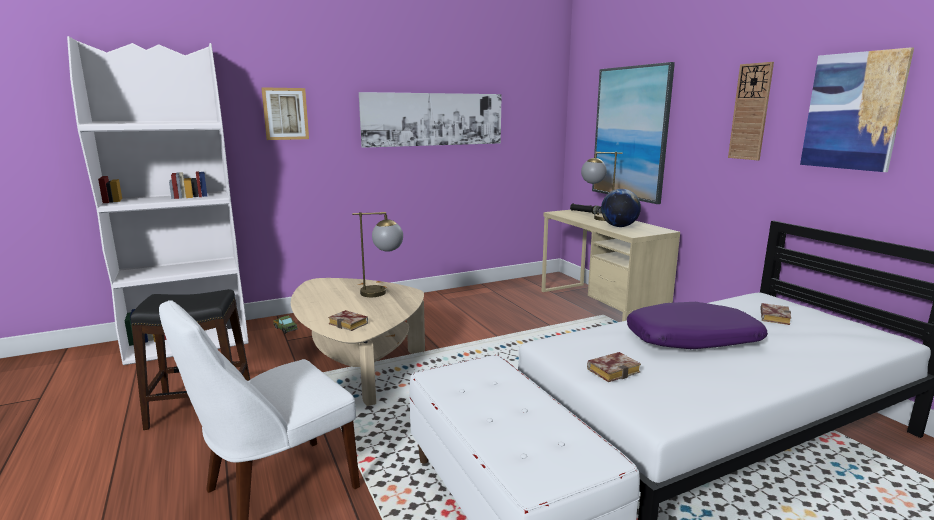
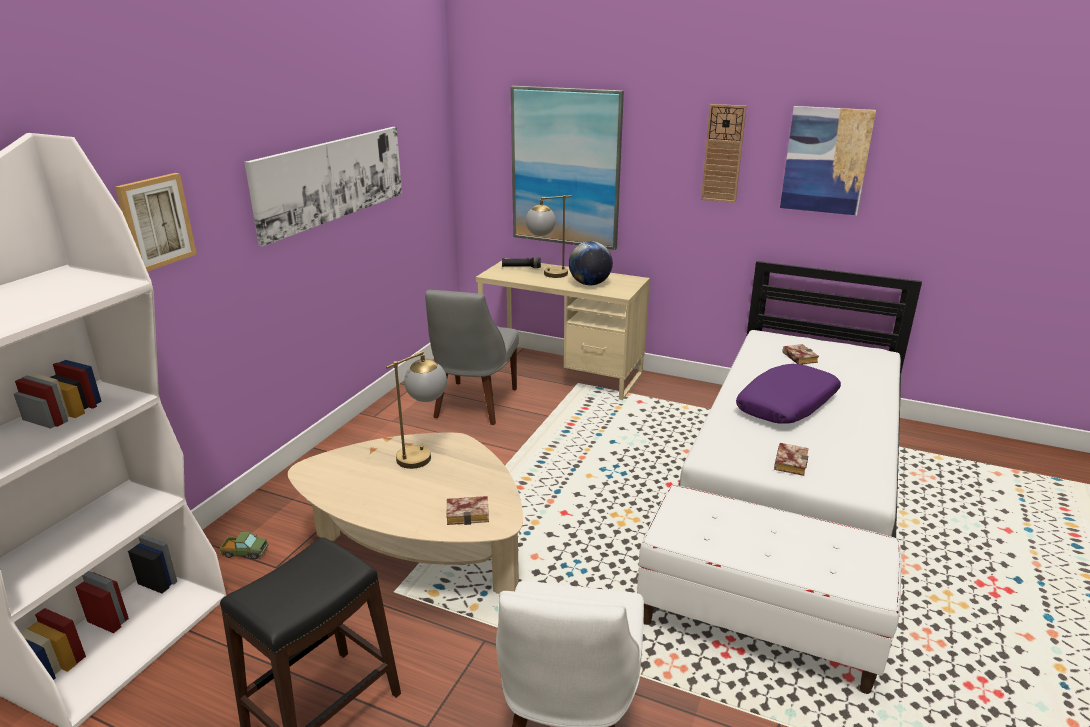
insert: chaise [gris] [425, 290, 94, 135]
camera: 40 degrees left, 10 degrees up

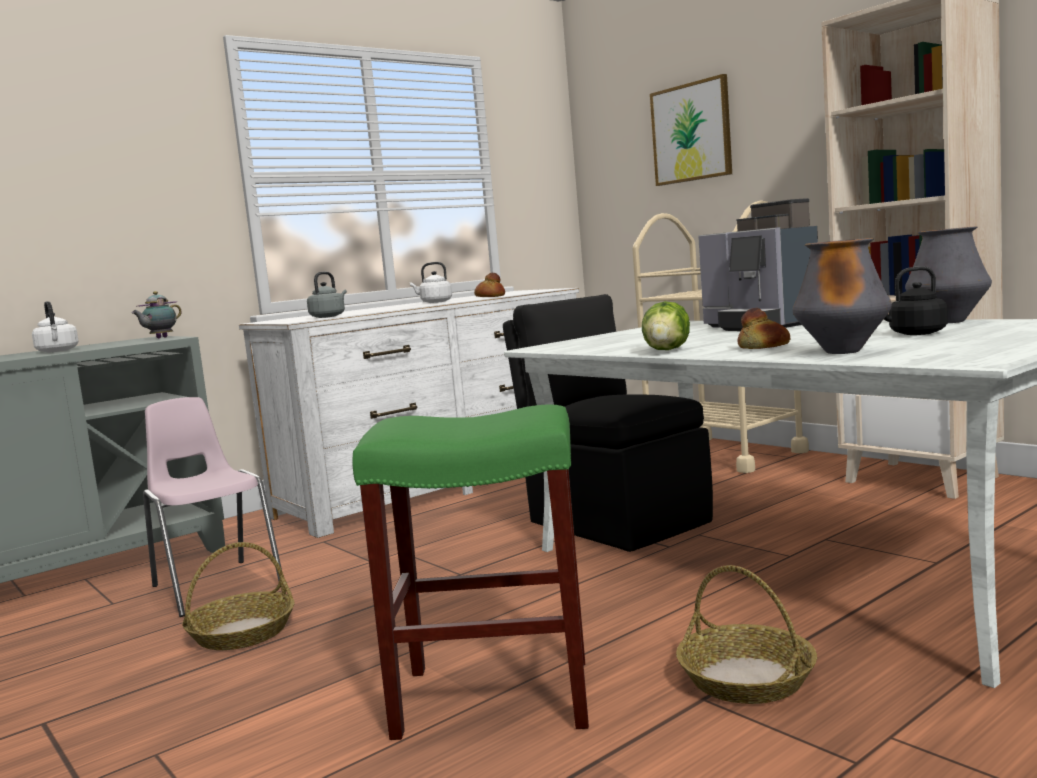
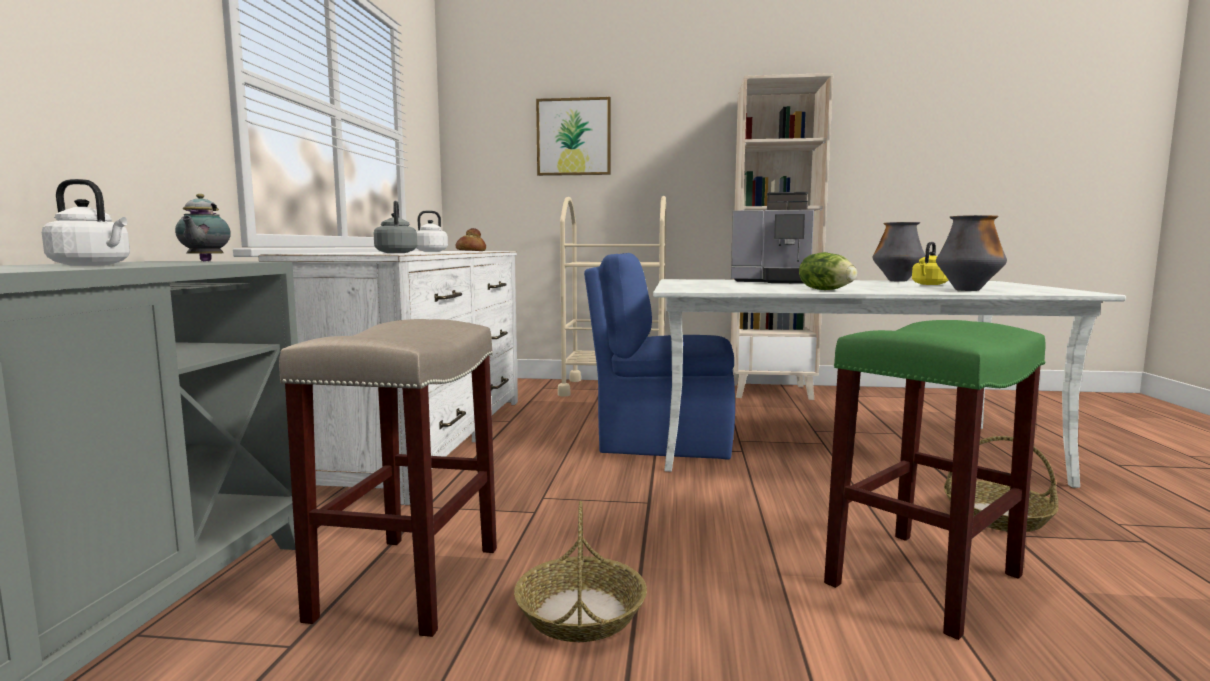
delete: pain [738, 308, 53, 41]
replace: chaise [rose] [143, 397, 139, 220] to tabouret [beige] [279, 319, 218, 318]
recolor: chaise [noir] [503, 294, 210, 258] to chaise [bleu] [584, 253, 151, 207]; bouilloire [noir] [884, 266, 64, 69] to bouilloire [jaune] [912, 242, 36, 43]
camera: 45 degrees left, 0 degrees up

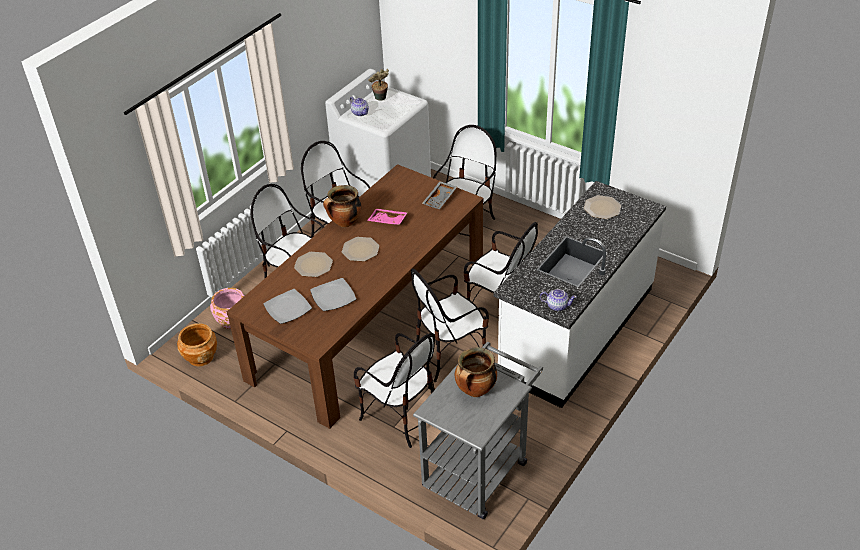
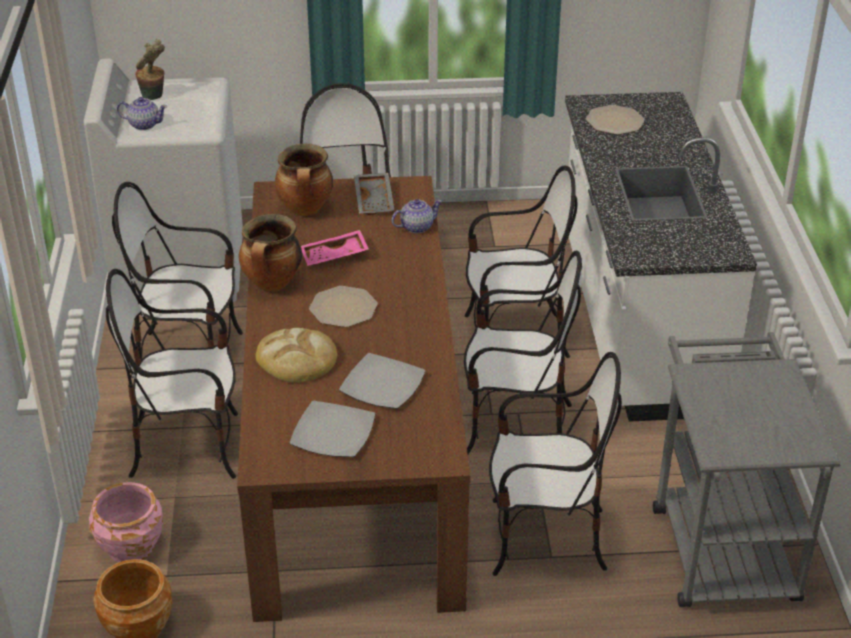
move: marmite [455, 347, 42, 50] to [275, 144, 58, 72]; théière [540, 289, 37, 22] to [392, 199, 50, 34]
replace: assiette [294, 252, 39, 25] to pain [256, 328, 81, 55]
rotate: chaise [411, 269, 78, 113] = [464, 250, 118, 205] 105 degrees counterclockwise
camera: 40 degrees left, 5 degrees down

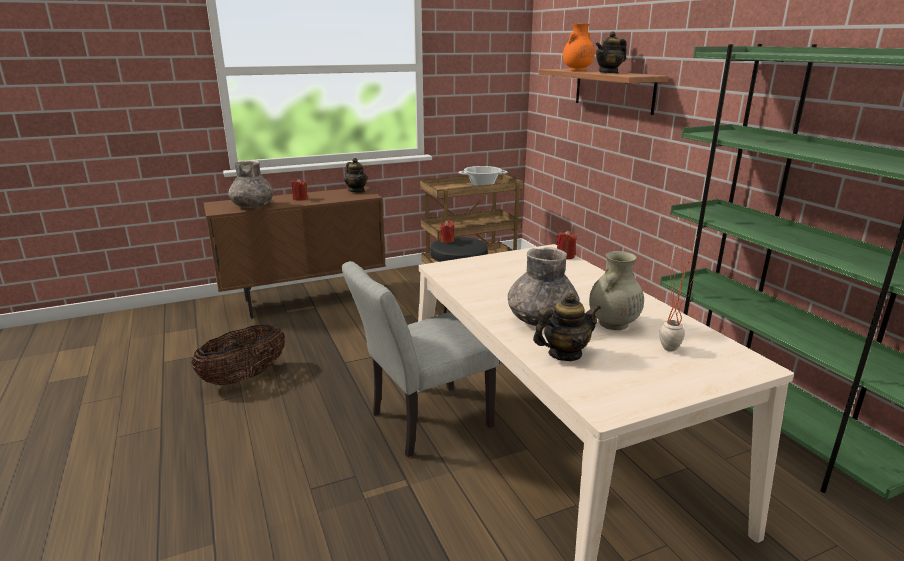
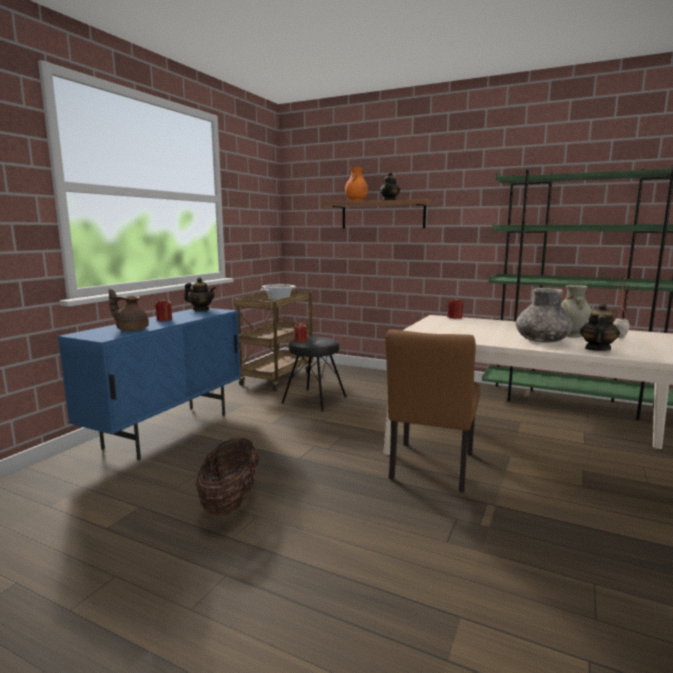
replace: vase [gris] [228, 160, 45, 48] to théière [marron] [109, 289, 40, 42]
recolor: meuble de rangement [marron] [204, 187, 182, 132] to meuble de rangement [bleu] [58, 308, 183, 153]; chaise [gris] [342, 261, 157, 196] to chaise [marron] [385, 330, 95, 162]
camera: 40 degrees left, 10 degrees down

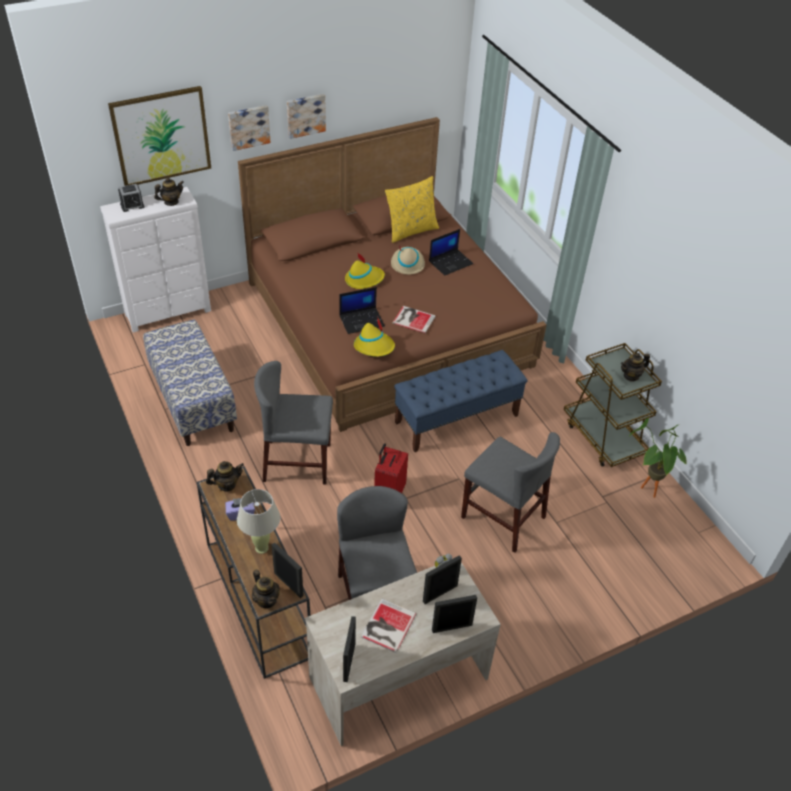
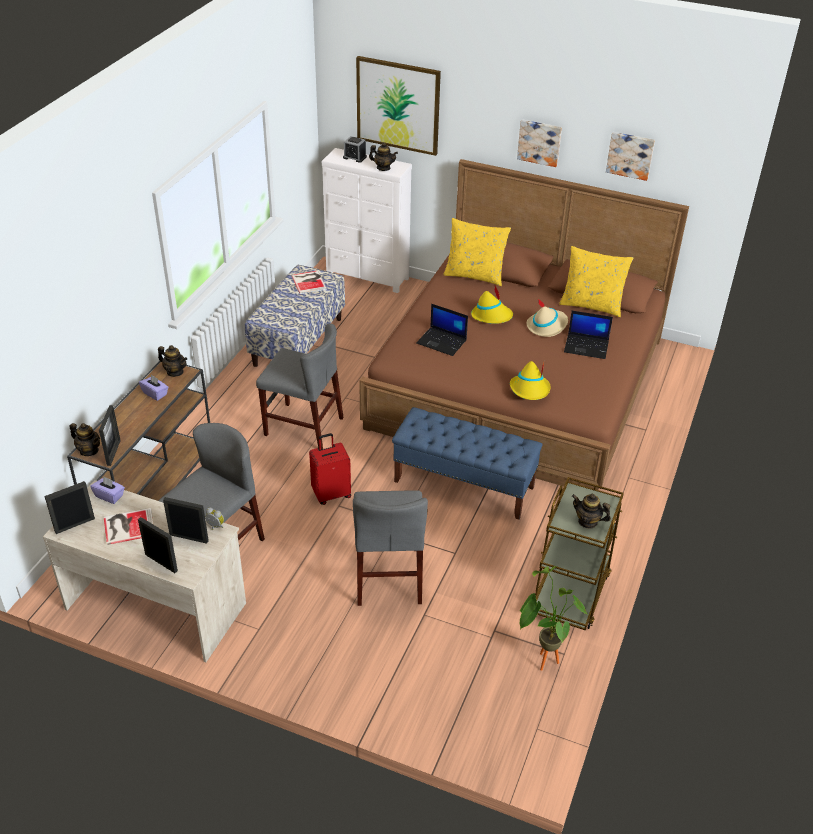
delete: lampe de table [beige] [237, 489, 43, 65]
insert: boîte à mouchoirs [violet] [90, 476, 35, 28]; coussin [jaune] [443, 218, 68, 68]
move: tableau [228, 105, 42, 46] to [606, 132, 49, 49]; chapeau [jaune] [354, 316, 41, 41] to [510, 361, 40, 39]; livre [392, 306, 44, 27] to [291, 270, 36, 24]
rotate: théière [252, 569, 28, 39] = [69, 423, 31, 33] 75 degrees counterclockwise; chaise [gris] [254, 361, 79, 124] = [256, 323, 88, 127] 150 degrees clockwise
camera: 50 degrees right, 5 degrees down

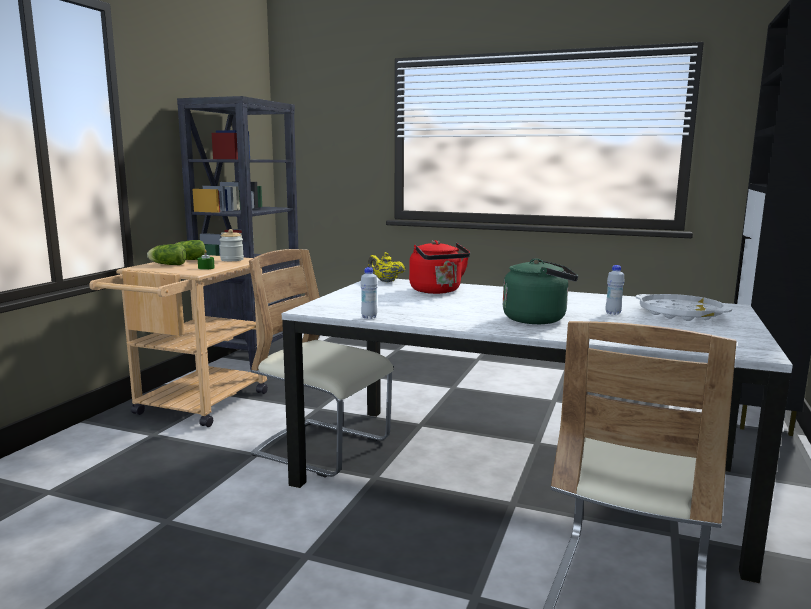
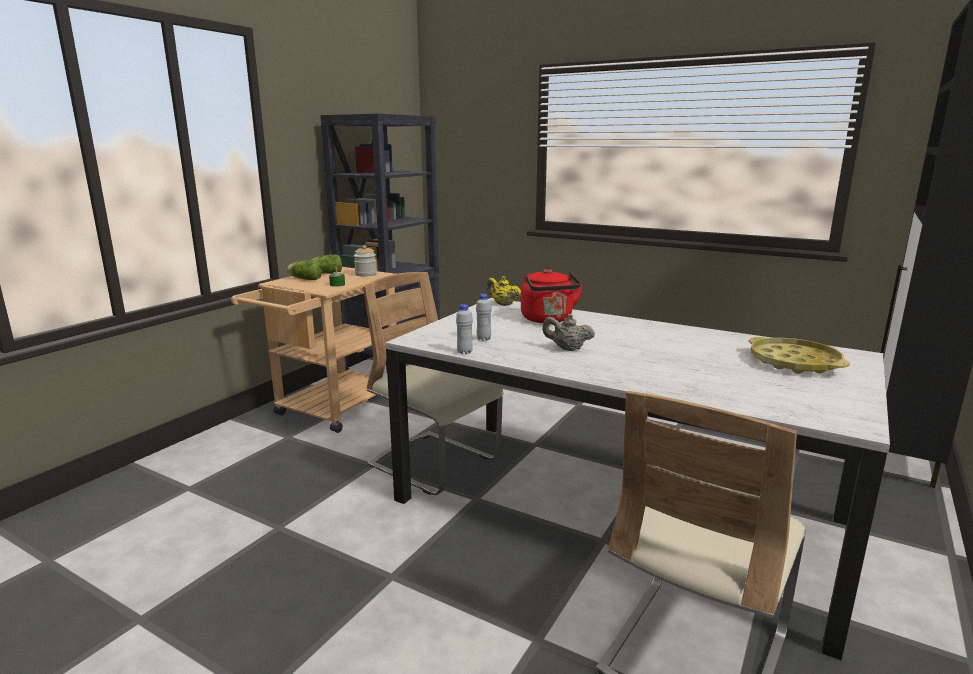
delete: bouilloire [vert] [503, 258, 75, 66]
insert: théière [beige] [542, 314, 53, 37]
move: bouteille [blanc] [606, 265, 19, 50] to [476, 293, 16, 48]
recolor: plateau [blanc] [636, 294, 96, 27] to plateau [jaune] [749, 337, 101, 37]
camera: 10 degrees right, 5 degrees up

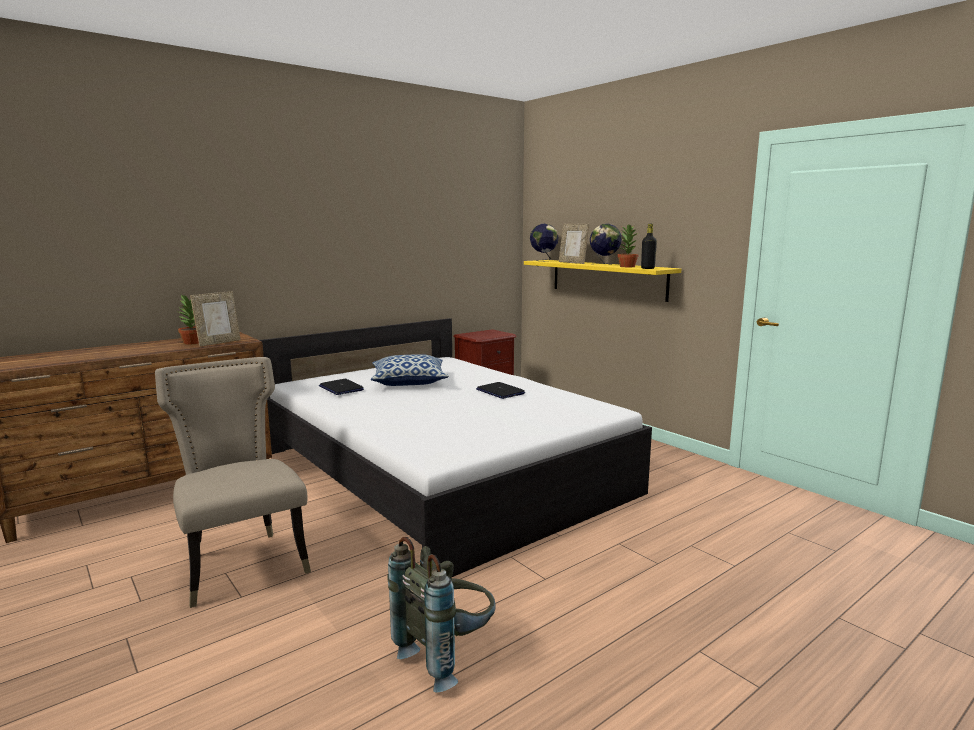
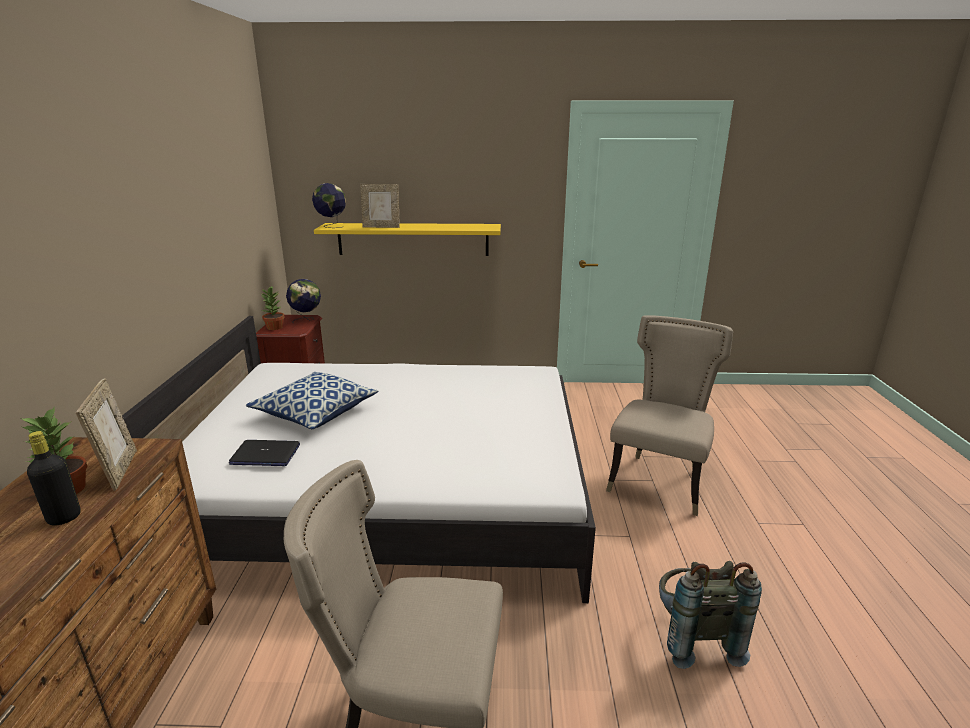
delete: ordinateur portable [476, 382, 49, 17]
insert: chaise [beige] [606, 315, 127, 201]
move: globe [590, 224, 32, 41] to [286, 279, 35, 44]; plante en pot [618, 225, 20, 42] to [262, 286, 23, 44]; bouteille [noir] [641, 224, 16, 45] to [27, 431, 54, 95]
camera: 50 degrees left, 10 degrees up

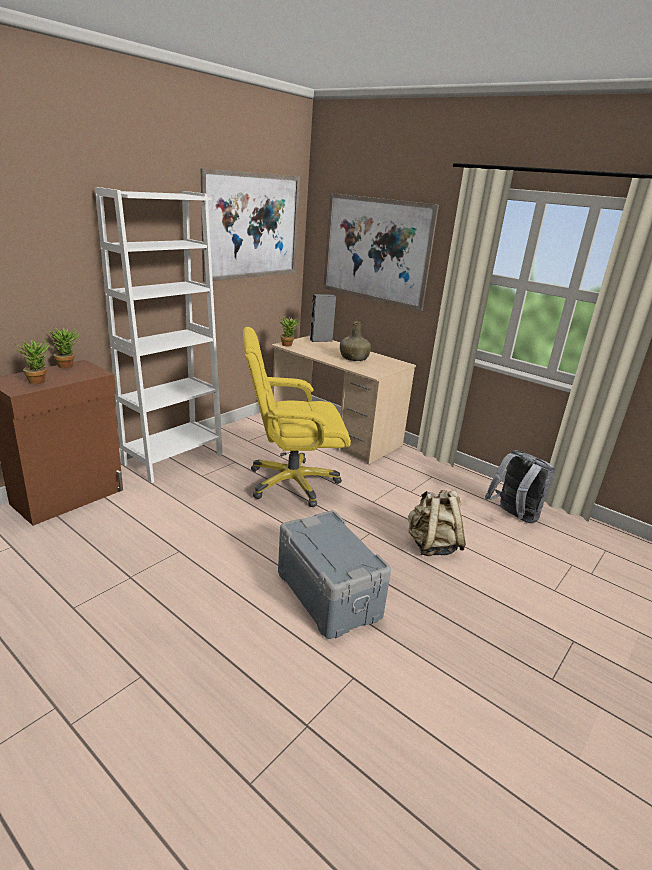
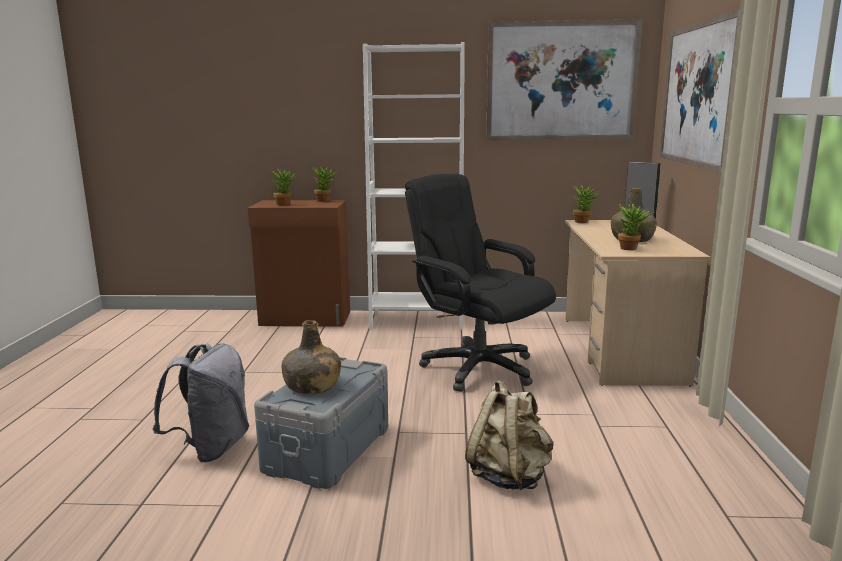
insert: bouteille [vert] [282, 320, 59, 74]; plante en pot [618, 204, 37, 46]
move: sac à dos [gris] [485, 450, 70, 74] to [153, 343, 96, 120]
recolor: chaise de bureau [jaune] [243, 327, 108, 180] to chaise de bureau [noir] [405, 174, 151, 218]
camera: 55 degrees right, 10 degrees down

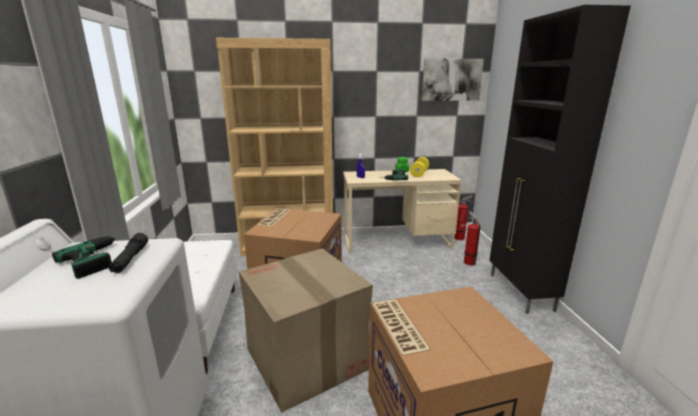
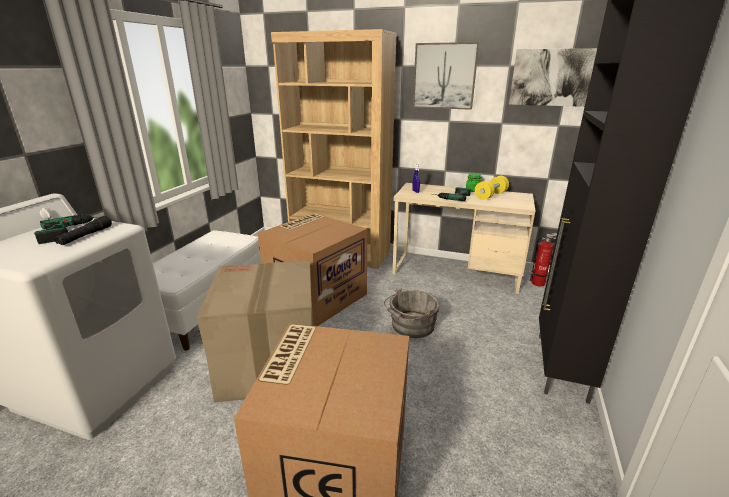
delete: extincteur [464, 212, 16, 53]
insert: seau [gris] [384, 288, 56, 50]; tableau [413, 42, 66, 68]
camera: 25 degrees right, 5 degrees up

